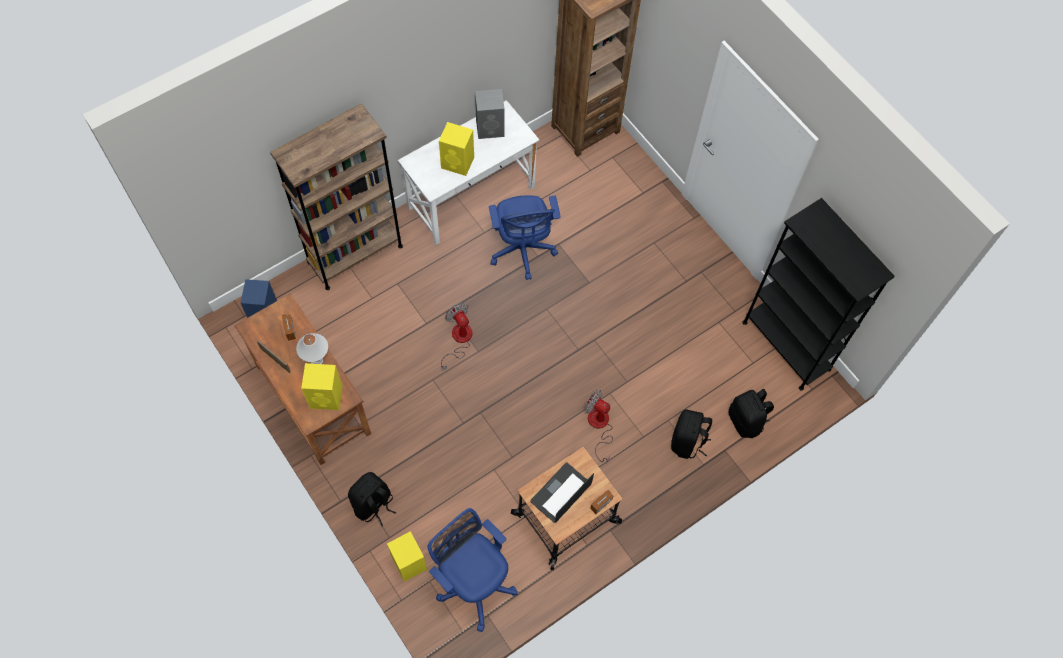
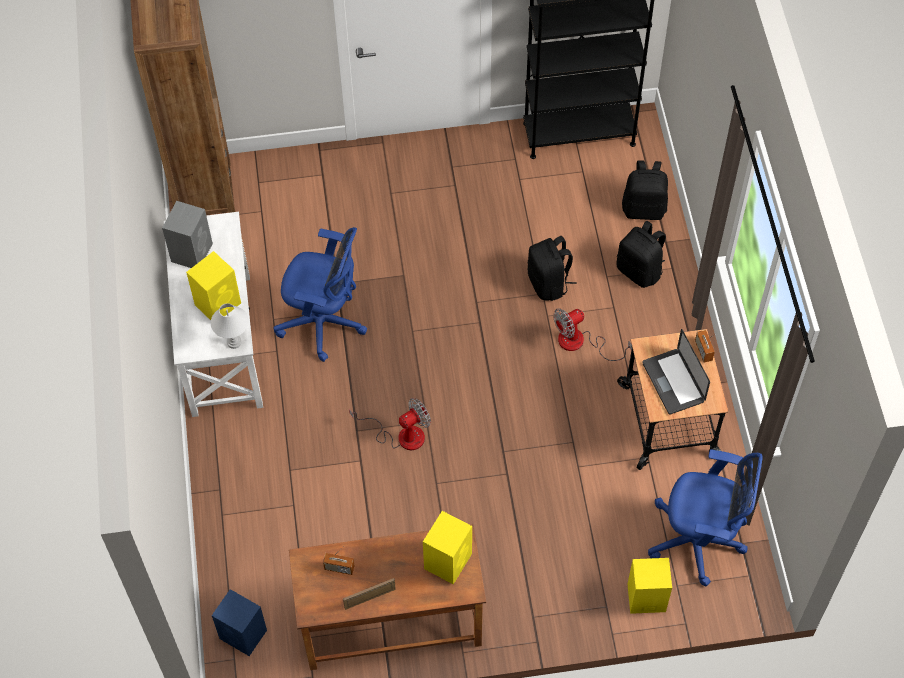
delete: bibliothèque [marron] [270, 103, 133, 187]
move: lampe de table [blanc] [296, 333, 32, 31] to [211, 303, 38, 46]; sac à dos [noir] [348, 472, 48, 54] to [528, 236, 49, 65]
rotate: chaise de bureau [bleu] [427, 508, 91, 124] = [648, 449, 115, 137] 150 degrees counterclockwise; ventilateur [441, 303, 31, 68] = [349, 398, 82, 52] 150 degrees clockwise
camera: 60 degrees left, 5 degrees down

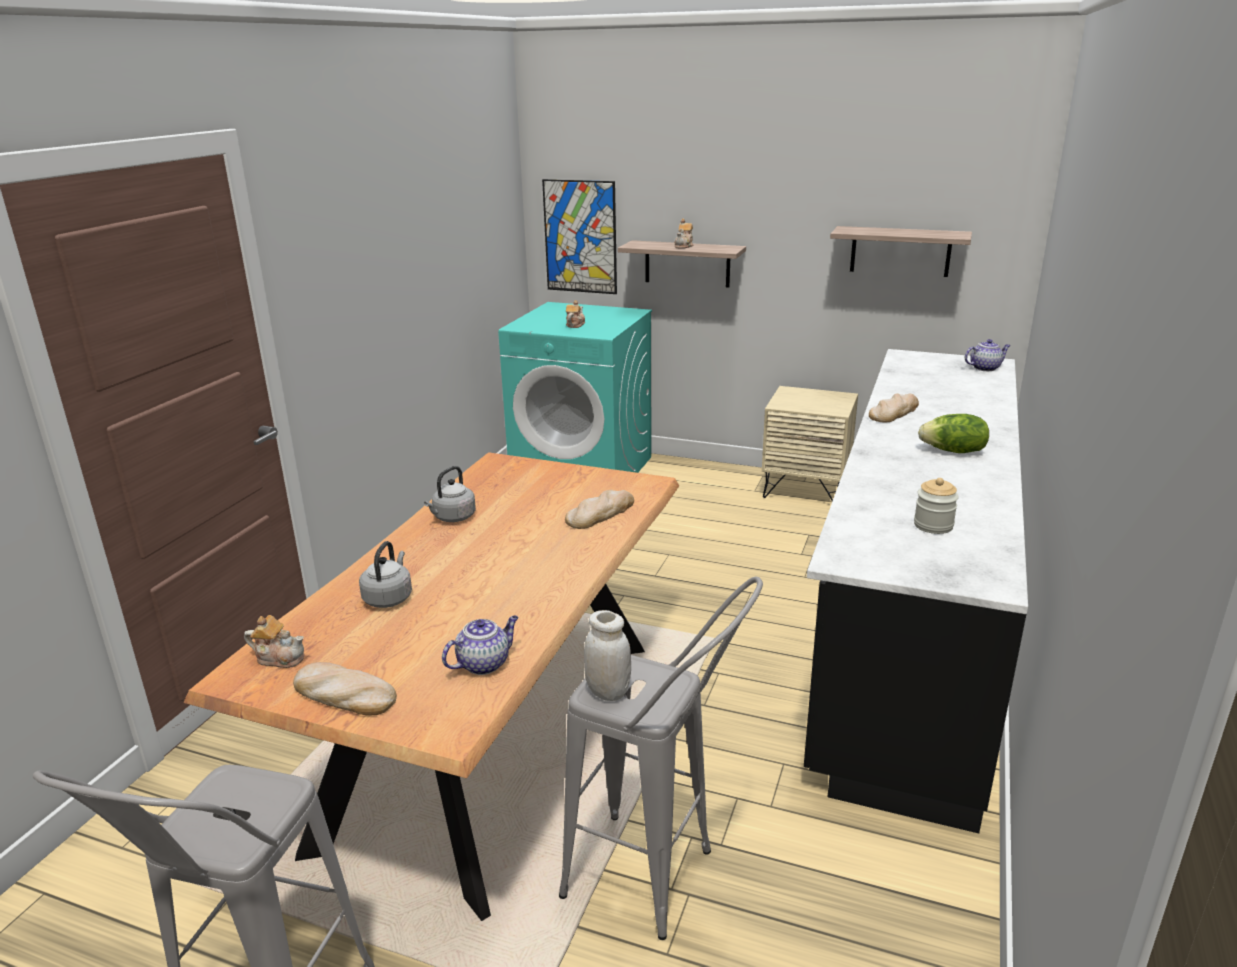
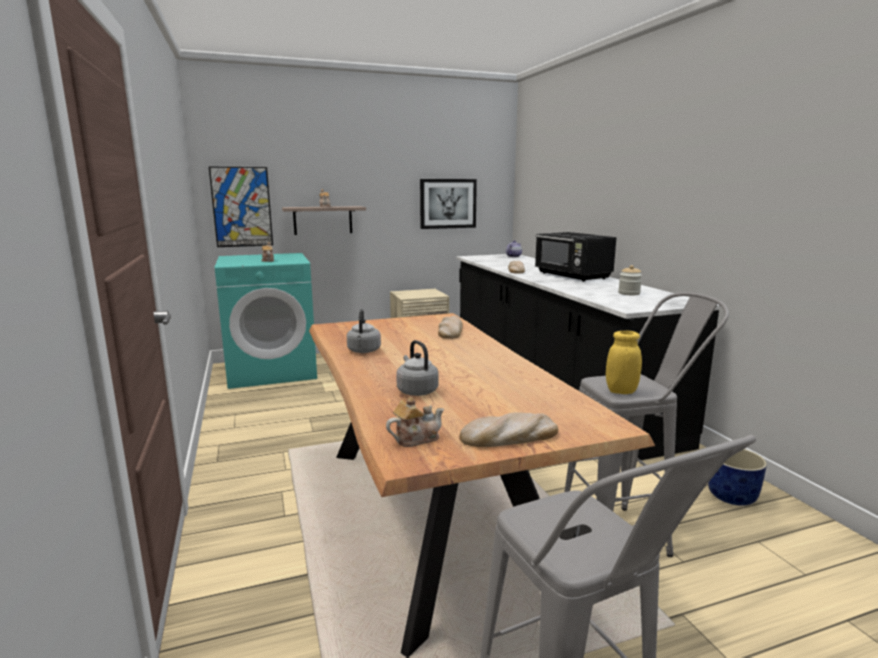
delete: théière [442, 616, 77, 59]
insert: cache-pot [bleu] [708, 449, 59, 57]
replace: étagère [830, 226, 142, 51] to tableau [420, 179, 57, 50]; laitue [918, 414, 71, 39] to micro-ondes [noir] [535, 232, 81, 50]
recolor: bocal [blanc] [584, 610, 47, 91] to bocal [jaune] [606, 331, 36, 63]
camera: 40 degrees left, 10 degrees down

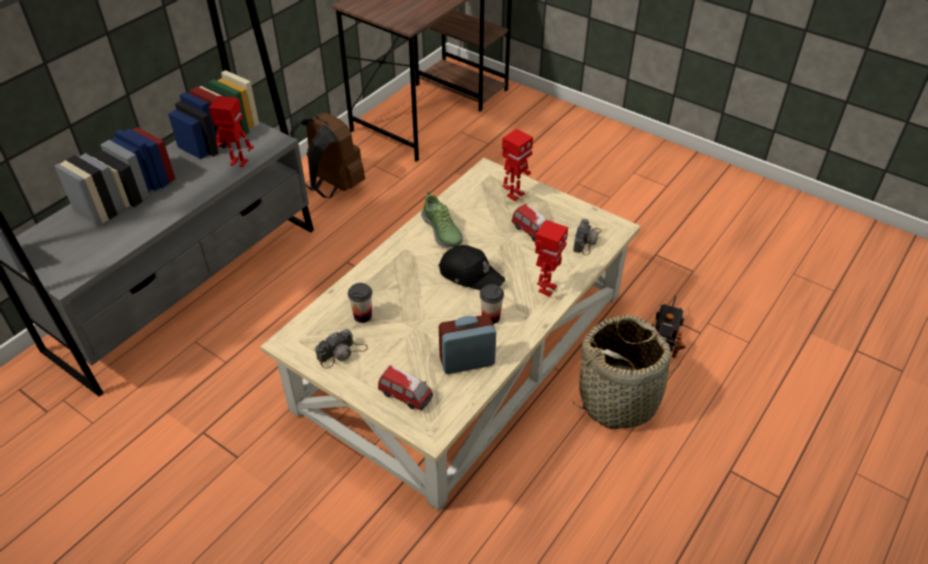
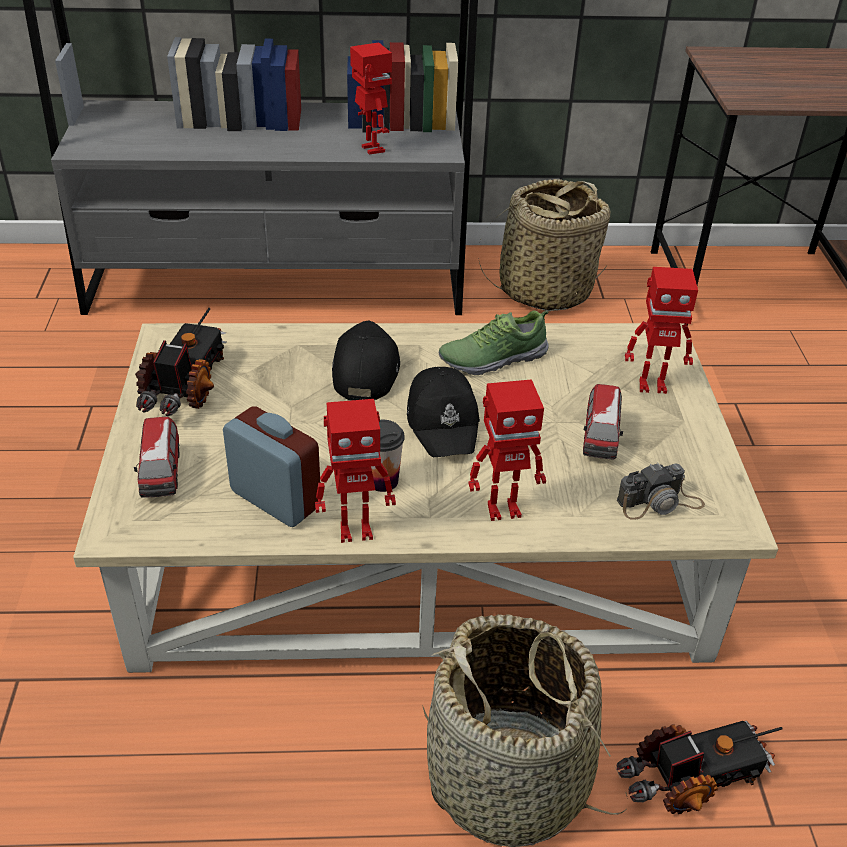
delete: tasse [348, 283, 24, 40]
insert: robot jouet [315, 399, 81, 144]; casquette [noir] [332, 321, 68, 79]
replace: sac à dos [marron] [290, 113, 75, 85] to panier [478, 179, 133, 132]; appareil photo [315, 329, 53, 40] to camion jouet [135, 308, 92, 108]
rotate: chaussure [421, 191, 42, 57] = [439, 310, 110, 65] 45 degrees clockwise
camera: 50 degrees right, 5 degrees down

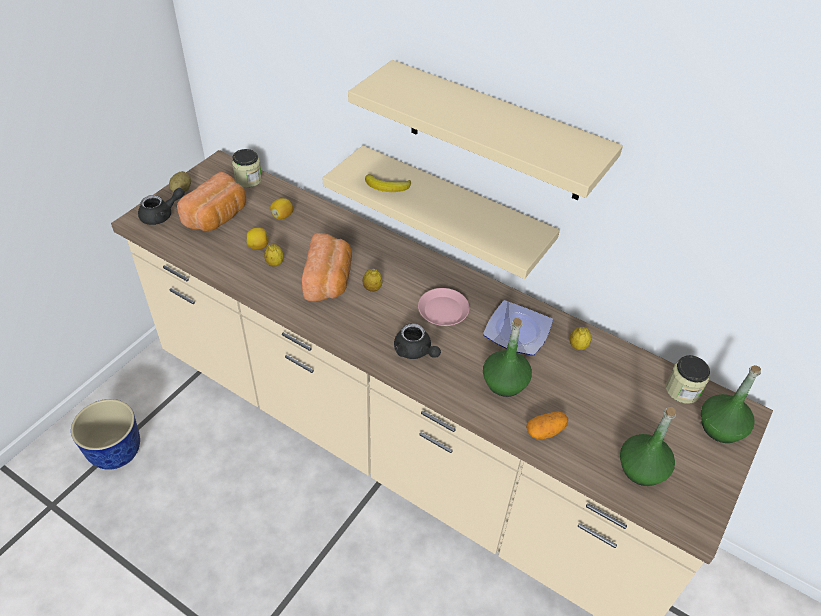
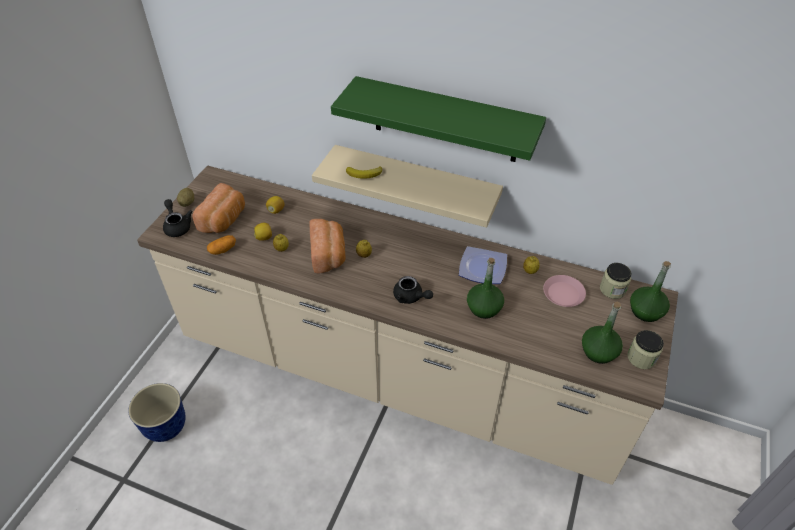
move: bocal [232, 149, 30, 39] to [627, 330, 37, 39]; assiette [rose] [418, 288, 52, 38] to [543, 275, 43, 32]; pomme de terre [526, 411, 42, 28] to [207, 235, 29, 20]
recolor: étagère [beige] [348, 60, 275, 140] to étagère [vert] [331, 76, 215, 86]
rotate: théière [noir] [138, 188, 47, 37] = [163, 199, 29, 38] 75 degrees counterclockwise
camera: 10 degrees left, 0 degrees up

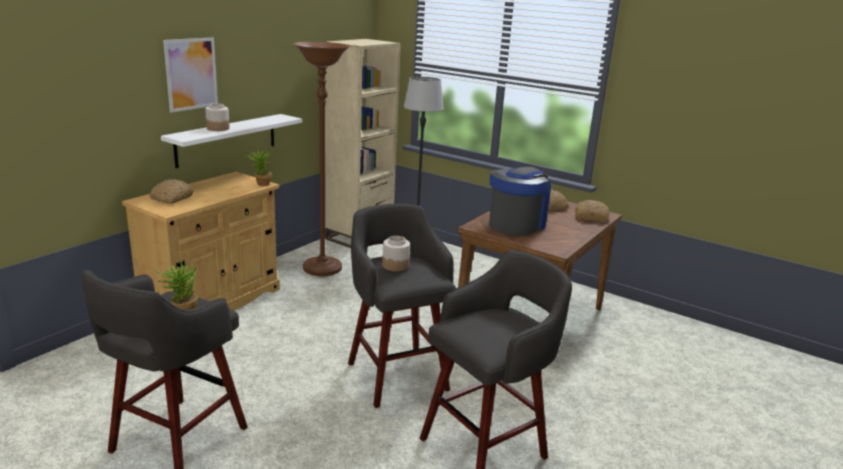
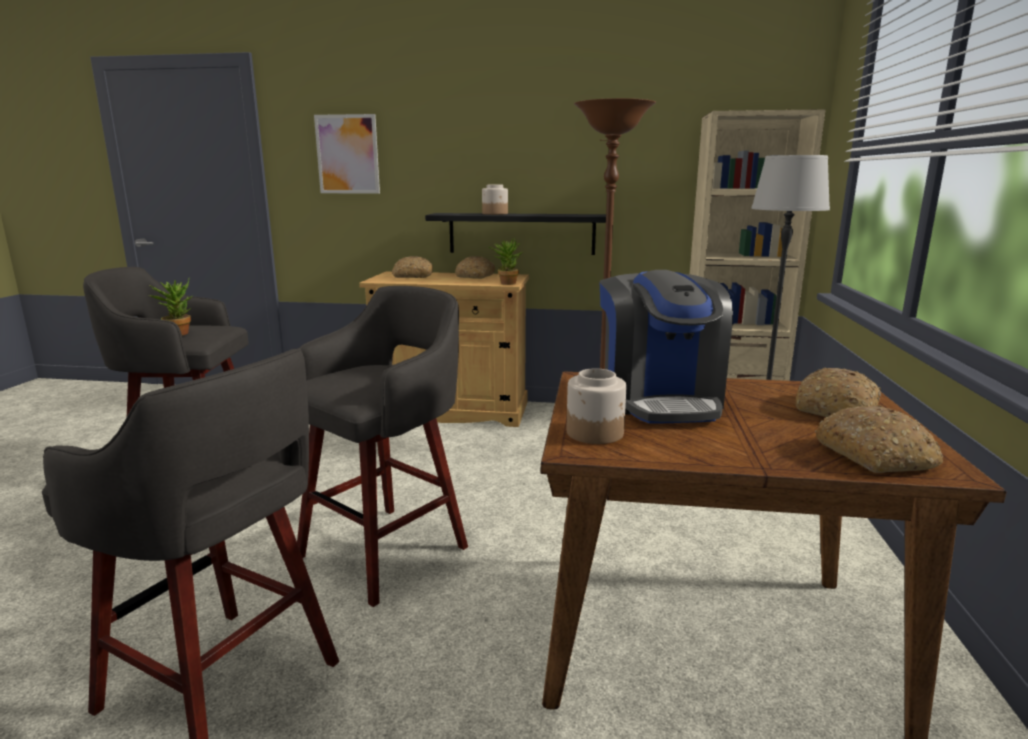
insert: pain [455, 256, 40, 23]
move: tableau [163, 38, 55, 74] to [314, 114, 66, 80]; bocal [382, 236, 28, 36] to [567, 368, 59, 76]
recolor: étagère [blanc] [161, 114, 141, 54] to étagère [noir] [425, 213, 181, 42]
rotate: machine à café [489, 166, 62, 70] = [600, 270, 133, 154] 75 degrees clockwise
camera: 65 degrees right, 5 degrees down

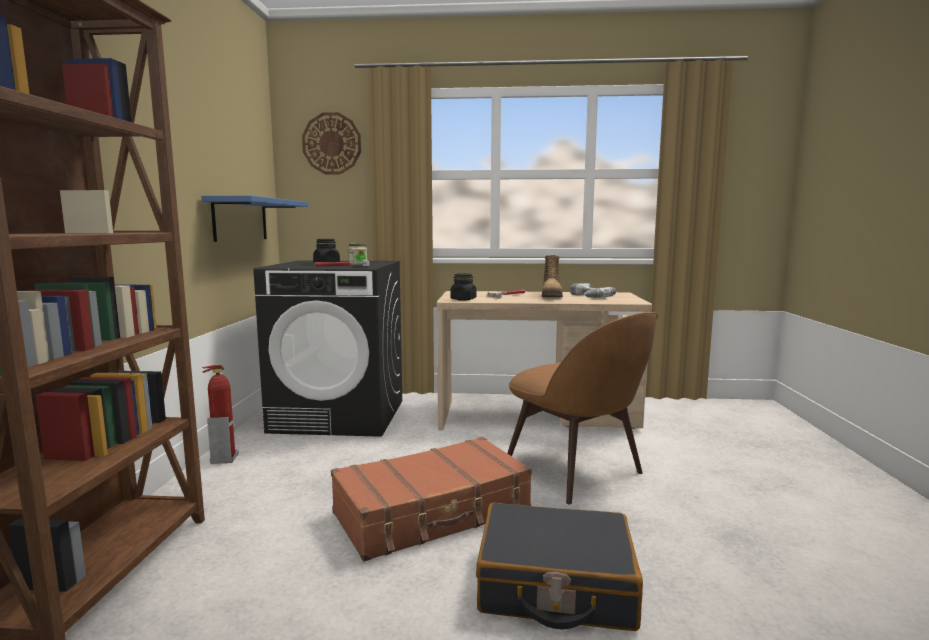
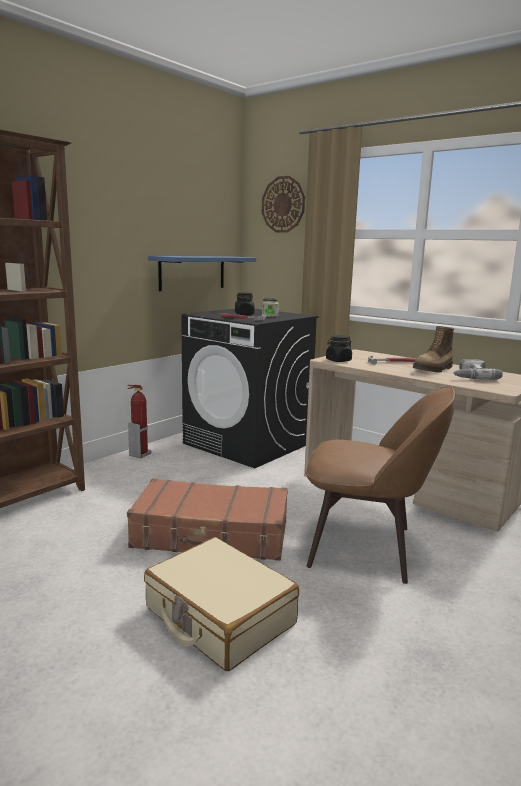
recolor: valise [noir] [476, 502, 167, 129] to valise [beige] [144, 537, 155, 134]
rotate: chaise [marron] [507, 312, 151, 192] = [305, 386, 150, 198] 75 degrees counterclockwise
camera: 35 degrees right, 5 degrees up

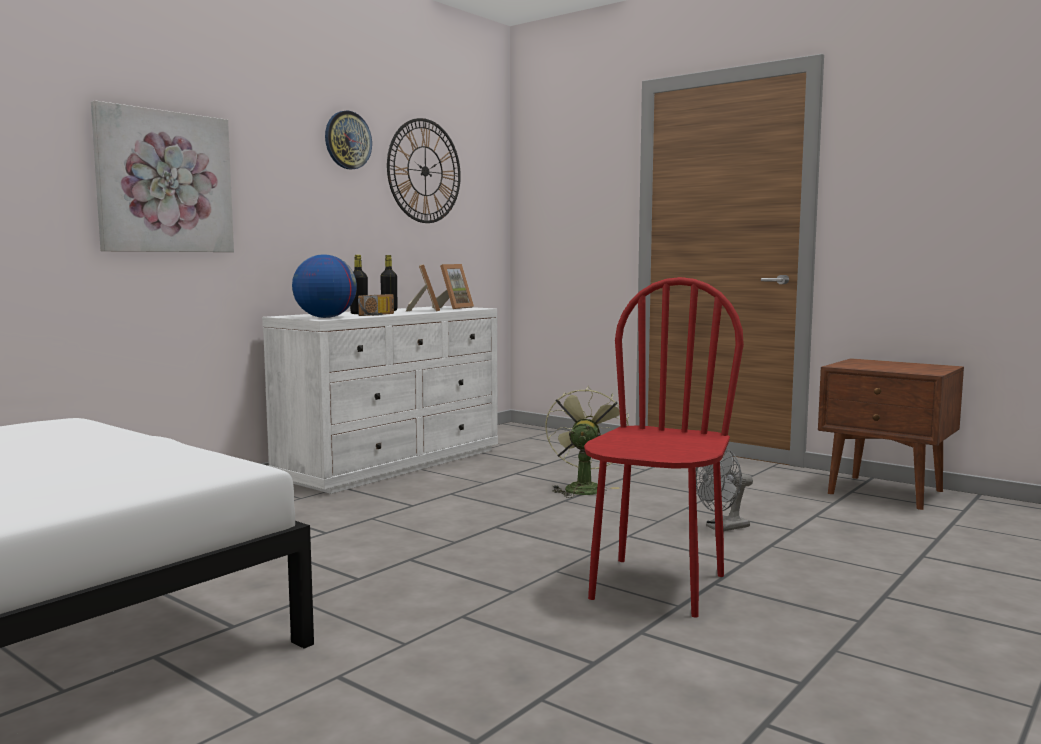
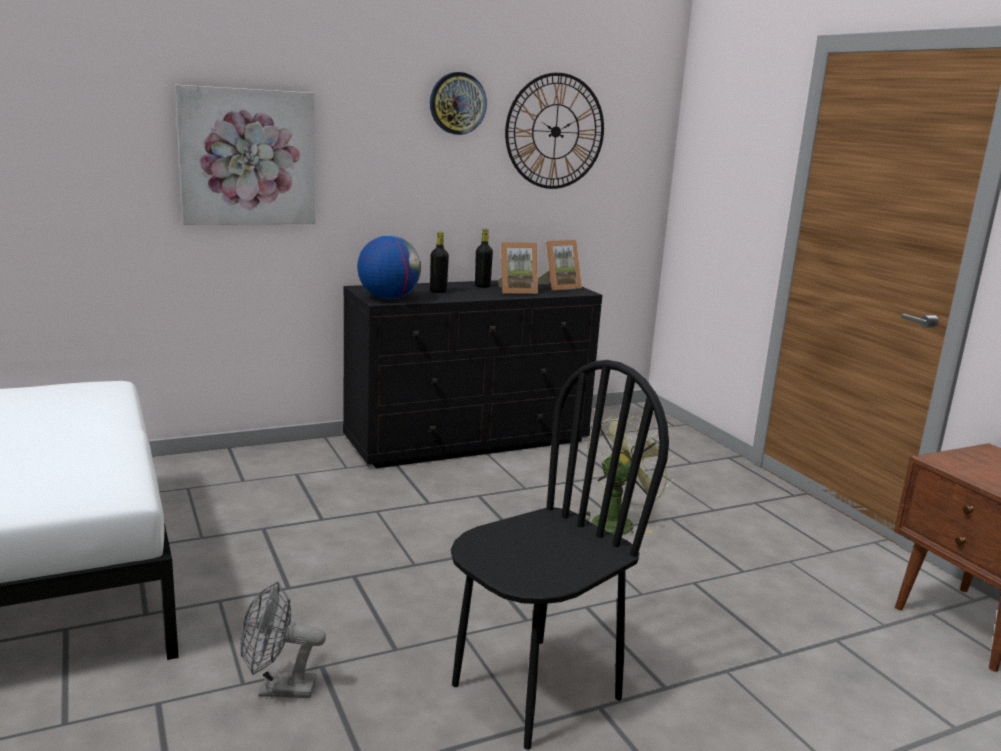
delete: radio [358, 294, 36, 22]
move: ventilateur [gris] [696, 448, 57, 83] to [240, 582, 86, 116]
recolor: commode [blanc] [262, 306, 236, 188] to commode [noir] [343, 280, 259, 188]; chaise [rouge] [584, 277, 160, 341] to chaise [noir] [451, 360, 218, 390]
rotate: cadre photo [406, 264, 34, 48] = [498, 242, 40, 52] 60 degrees clockwise
camera: 25 degrees right, 10 degrees up

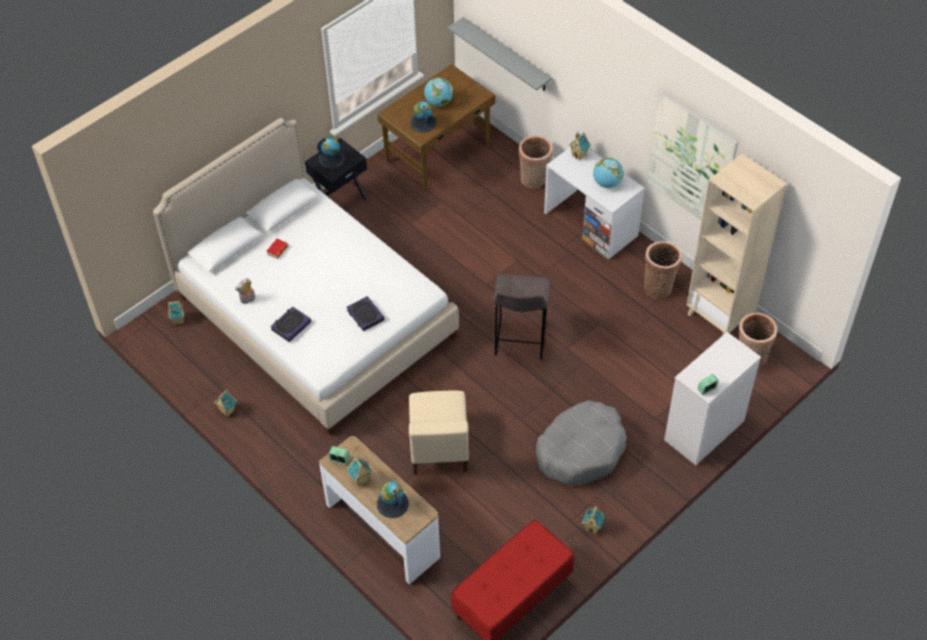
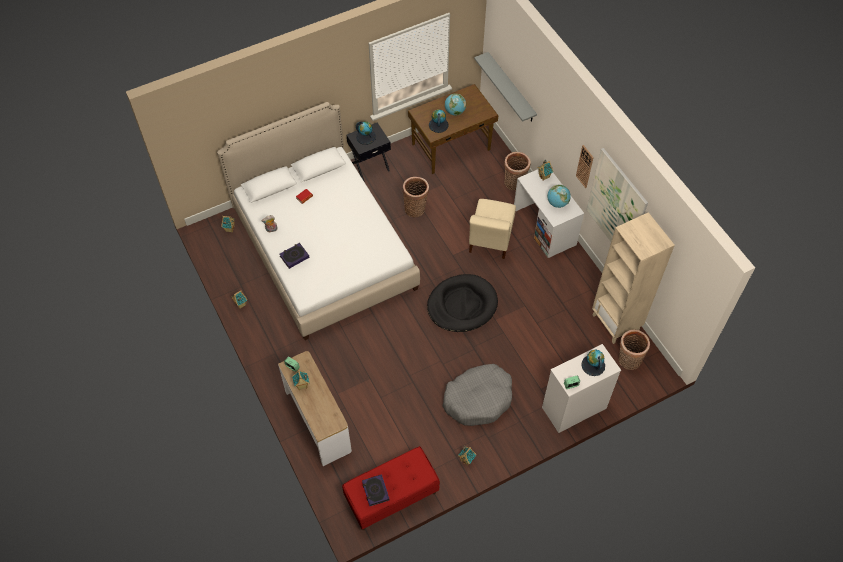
insert: horloge murale [576, 145, 18, 43]
move: livre [346, 296, 39, 35] to [362, 474, 28, 32]; globe [377, 482, 32, 36] to [581, 350, 24, 26]; chaise [beige] [409, 391, 60, 84] to [469, 199, 47, 60]; panier [644, 241, 38, 57] to [403, 177, 26, 41]
replace: tabouret [gris] [493, 274, 58, 86] to panier pour chien [noir] [427, 274, 71, 58]
camera: 15 degrees right, 5 degrees up

